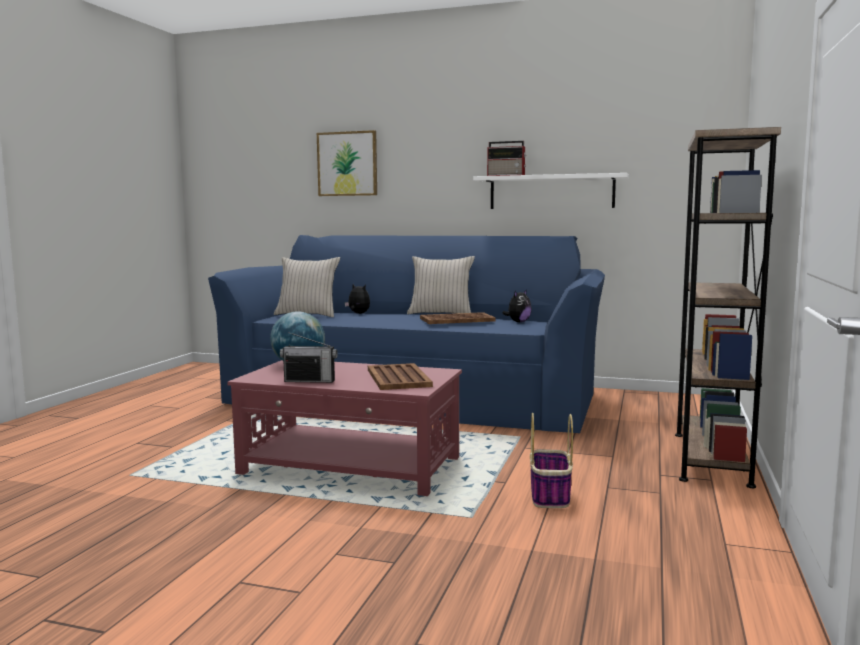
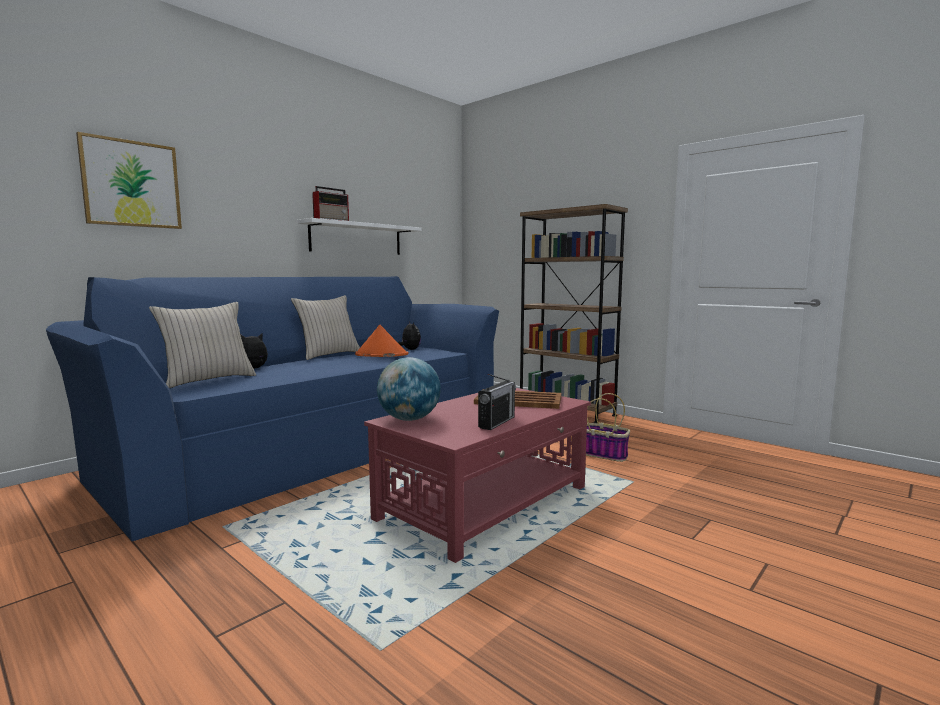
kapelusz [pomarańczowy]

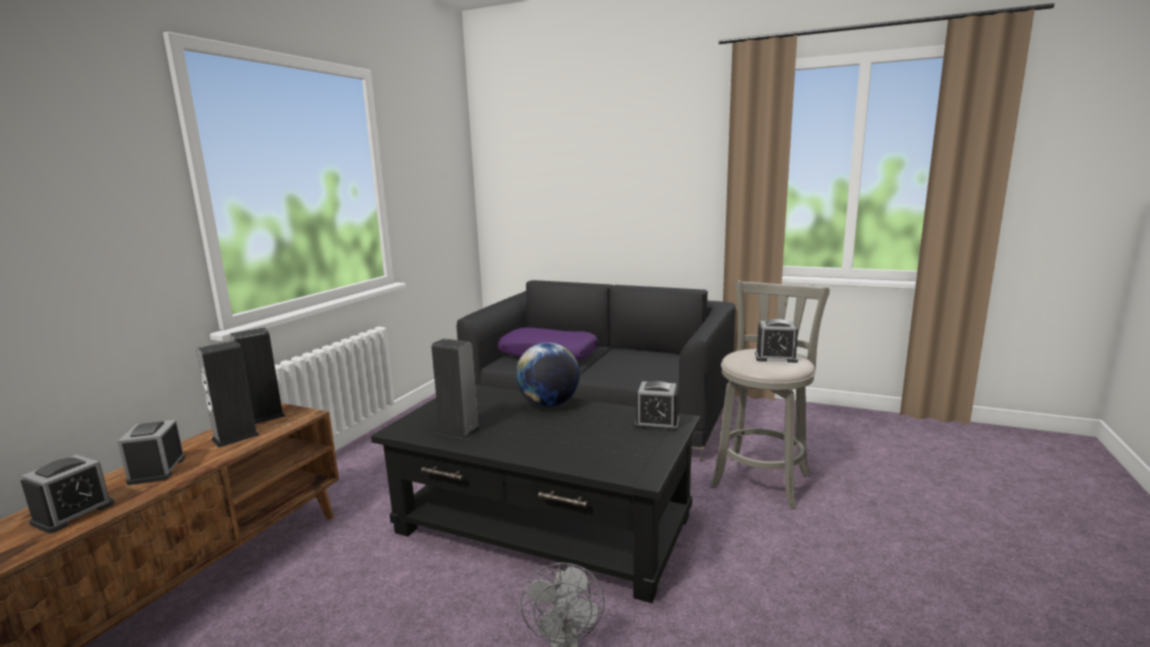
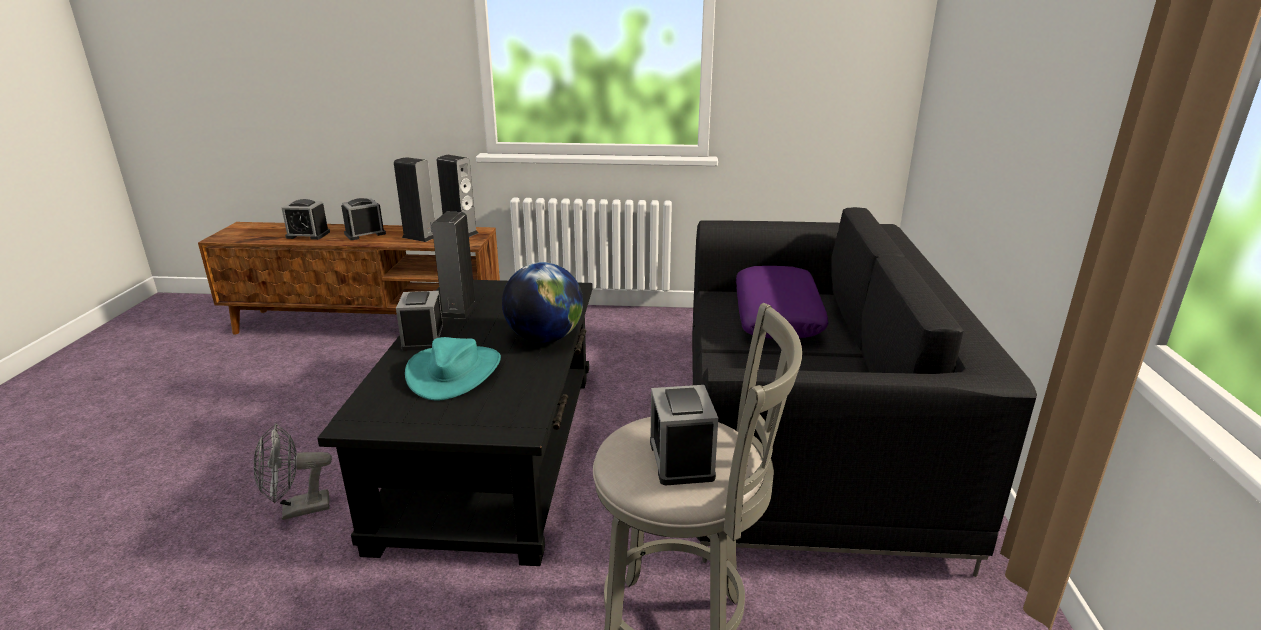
budzik (no. 3 from left)
kapelusz [turkusowy]

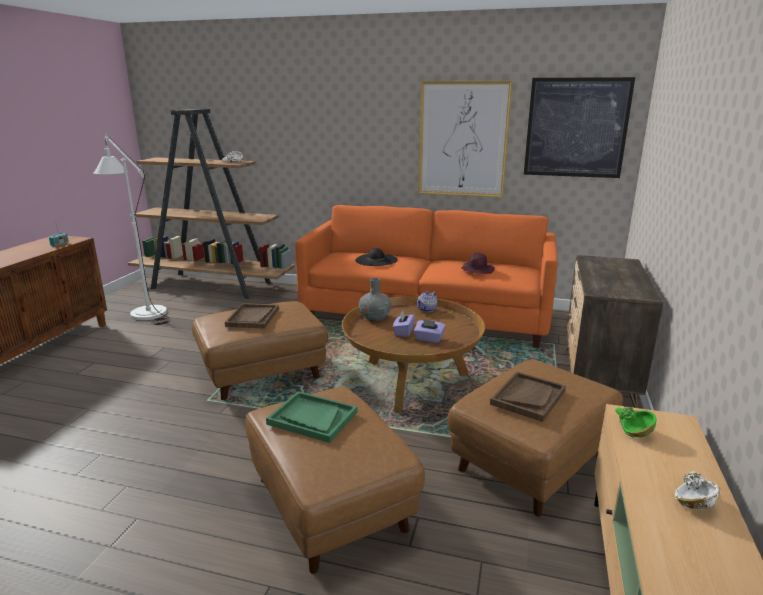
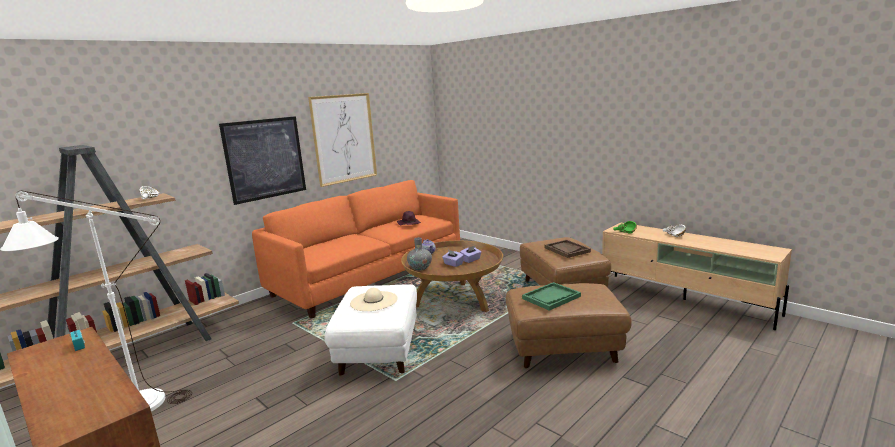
obraz (no. 1 from left)
kapelusz [czarny]
komoda
pufa [biały]
kapelusz [beżowy]

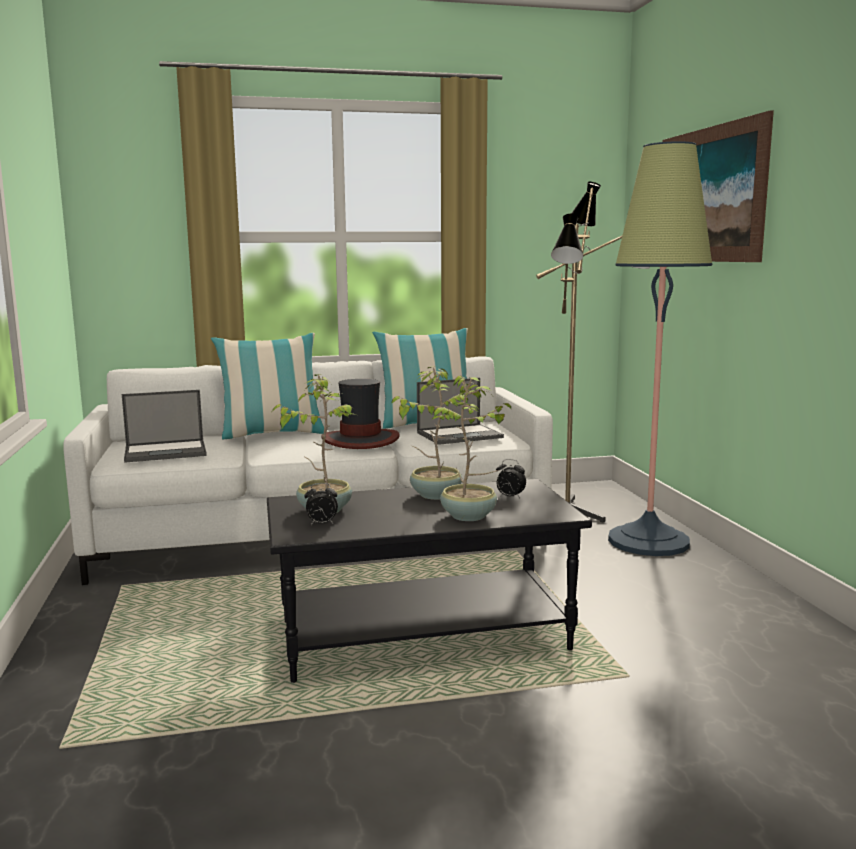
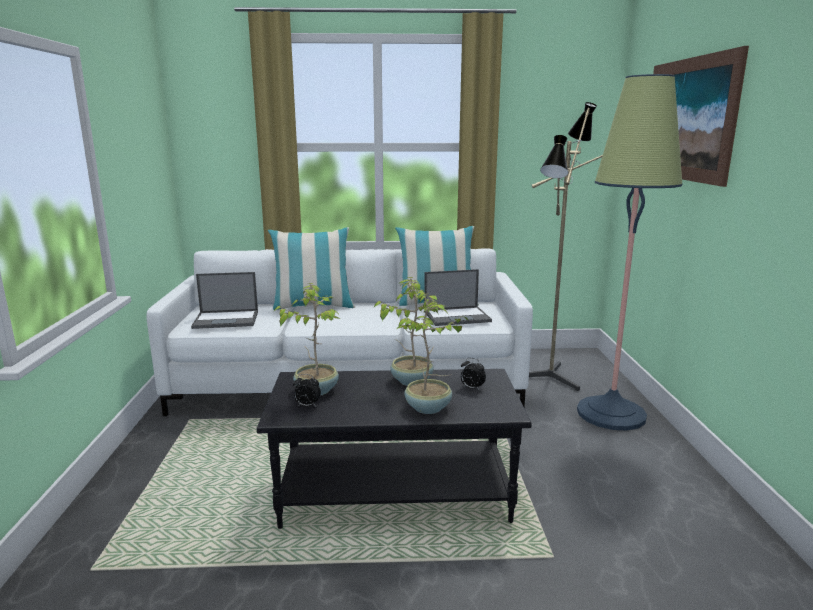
kapelusz

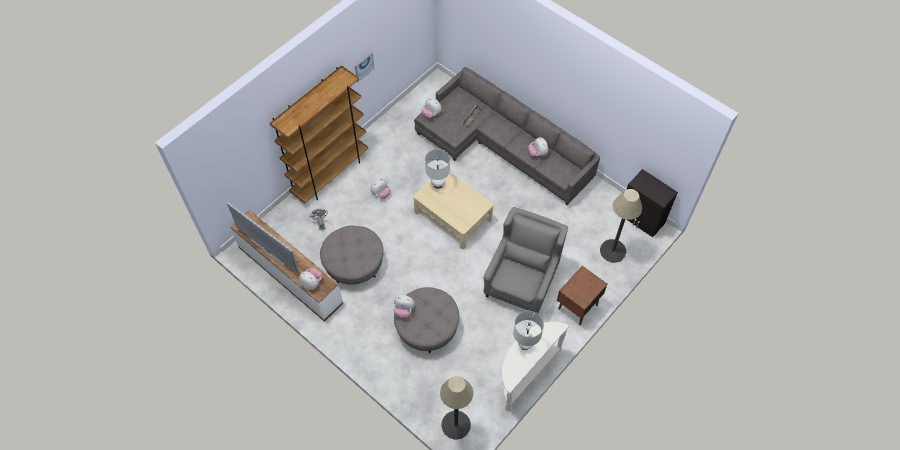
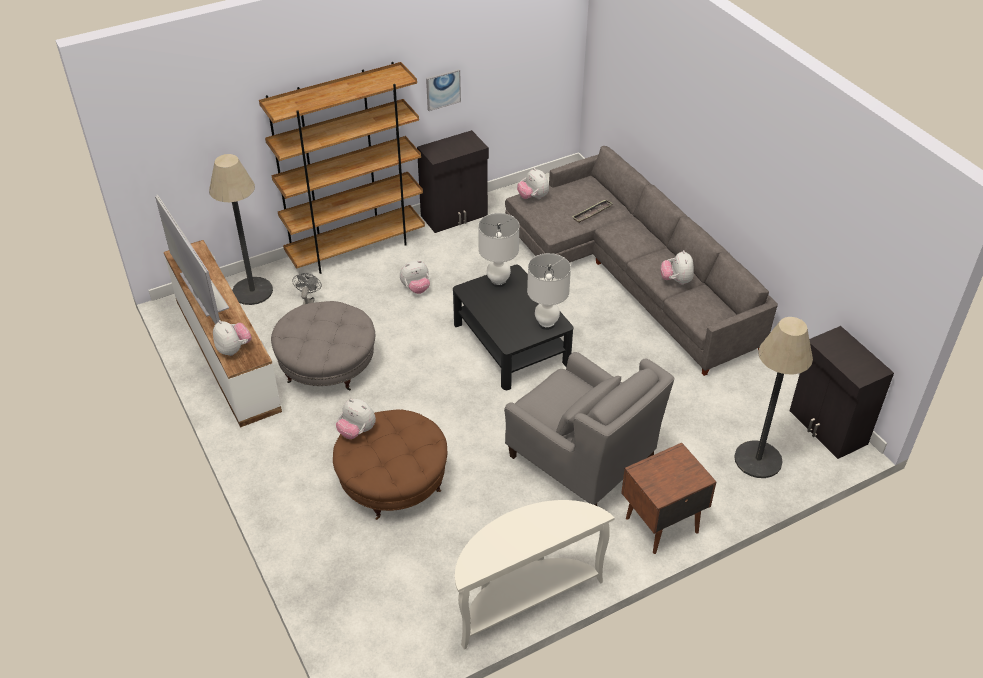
ława [czarny]
fotel [szary]
pufa [brązowy]
lampa stołowa [biały] (no. 2 from left)
lampa stojąca (no. 1 from left)
szafka [czarny] (no. 1 from left)

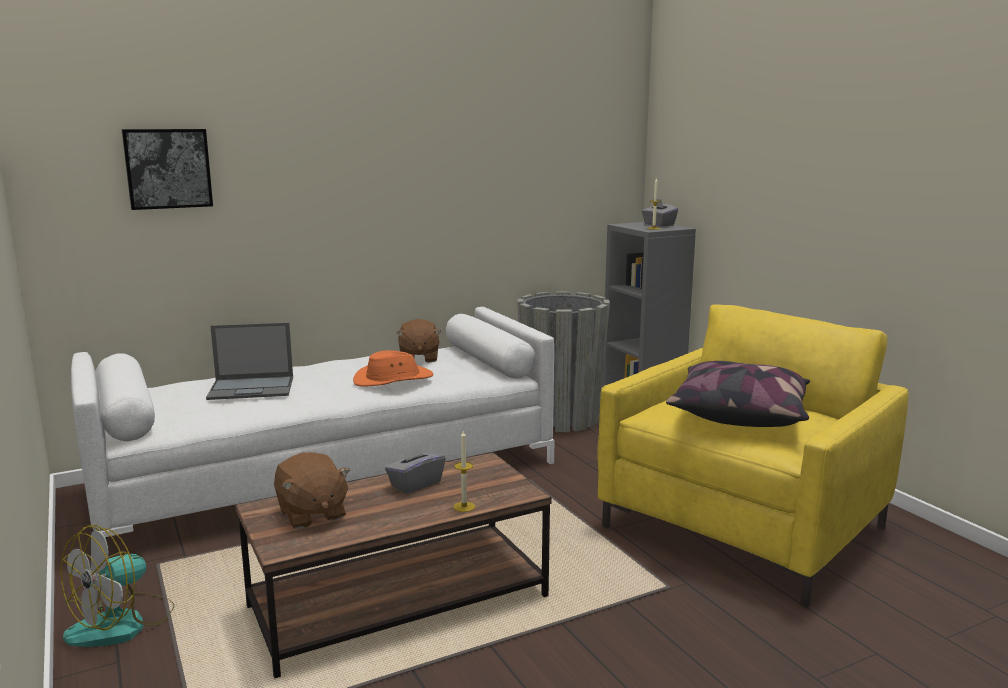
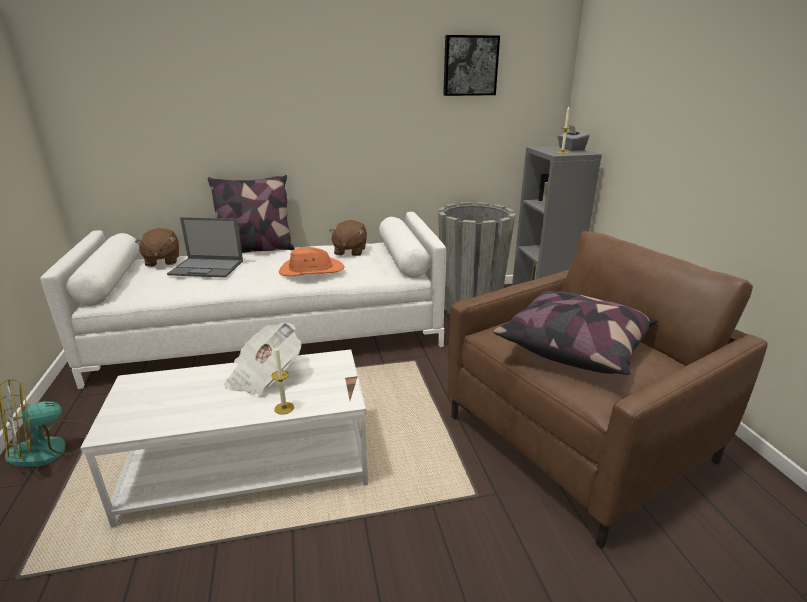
obraz
fotel [brązowy]
gazeta
ława [biały]
pluszak [brązowy] (no. 1 from left)
poduszka (no. 1 from left)

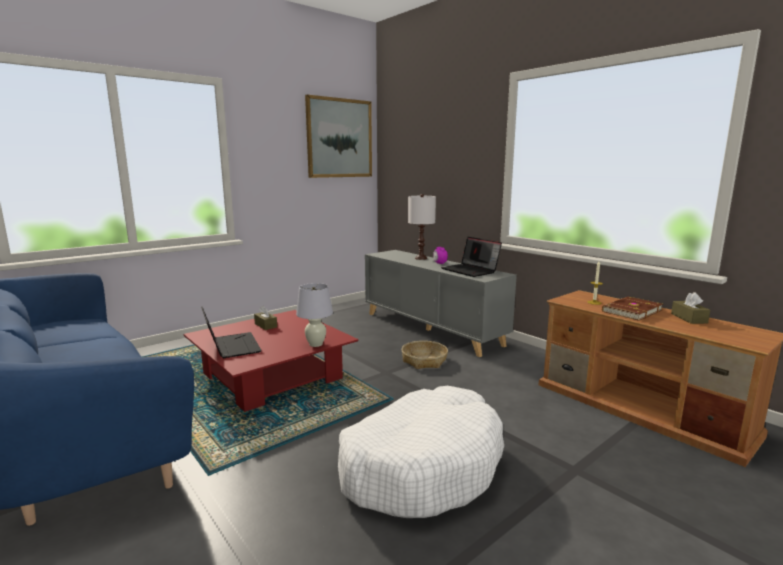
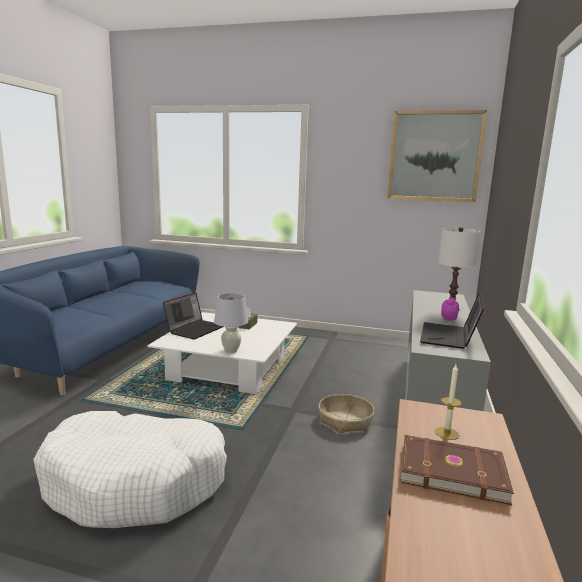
pudełko chusteczek [brązowy] (no. 2 from left in the first image)
ława [biały]

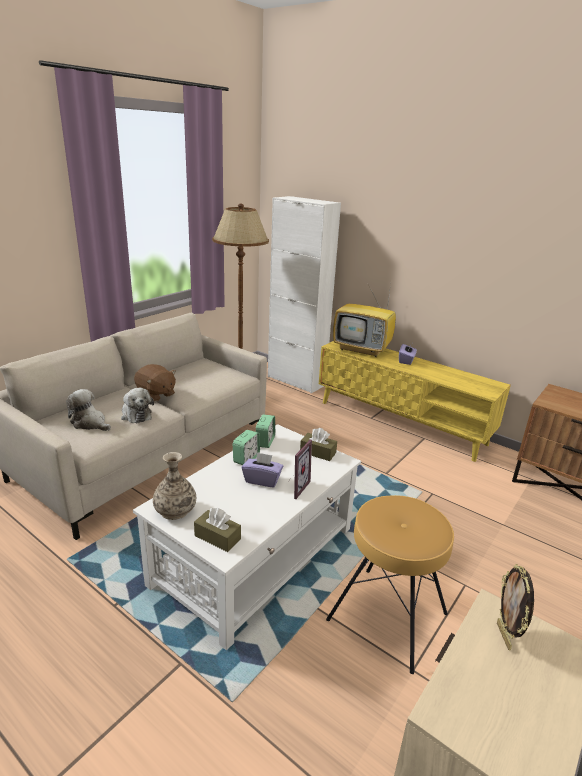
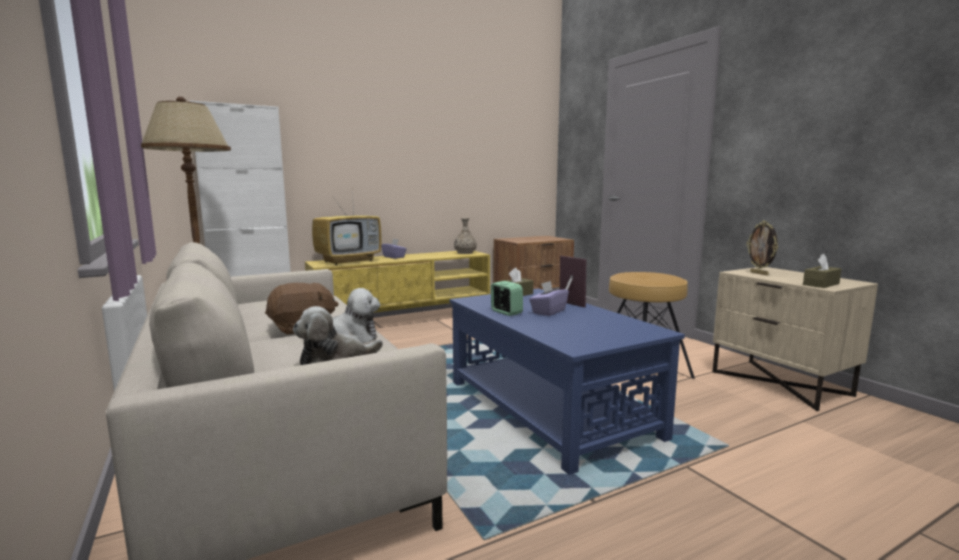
budzik (no. 2 from left in the first image)
ława [niebieski]
wazon
pudełko chusteczek [brązowy] (no. 2 from left)
ramka na zdjęcie (no. 2 from left)

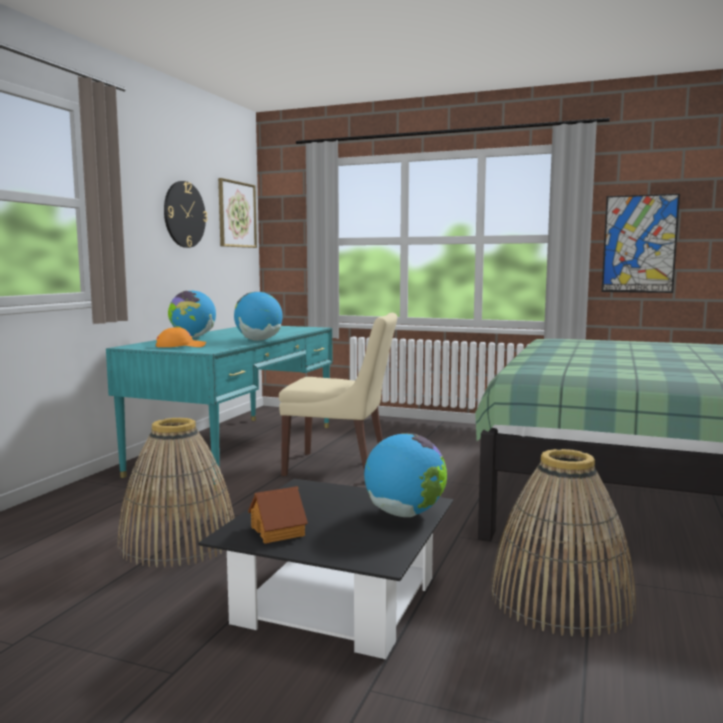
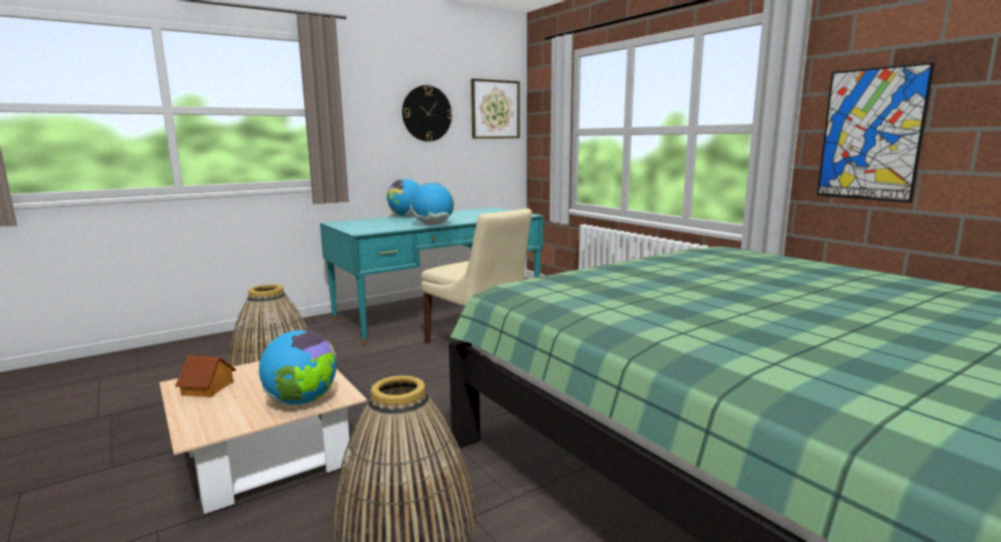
czapka z daszkiem [pomarańczowy]
ława [beżowy]

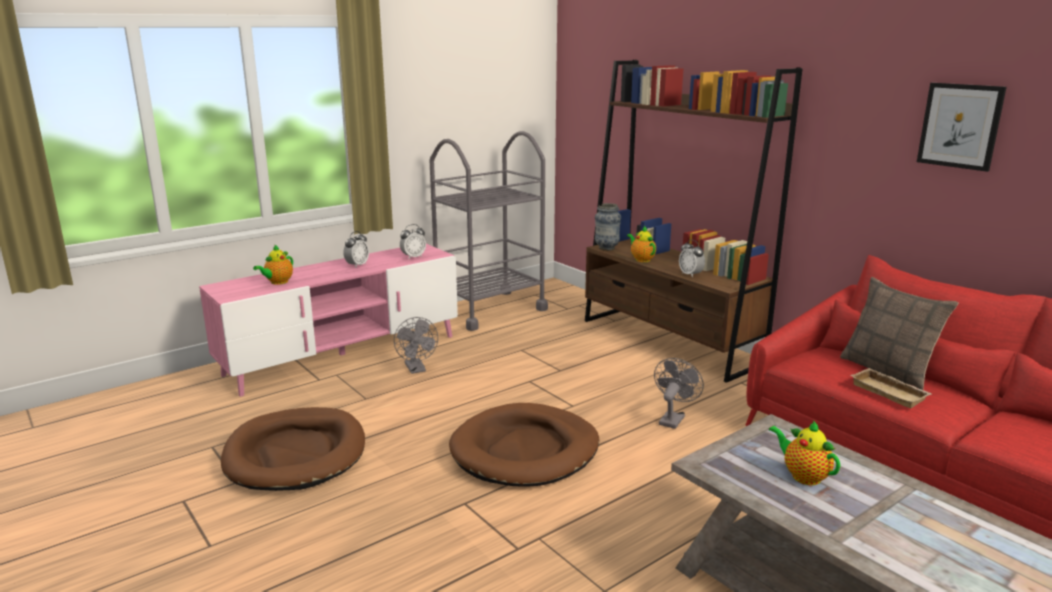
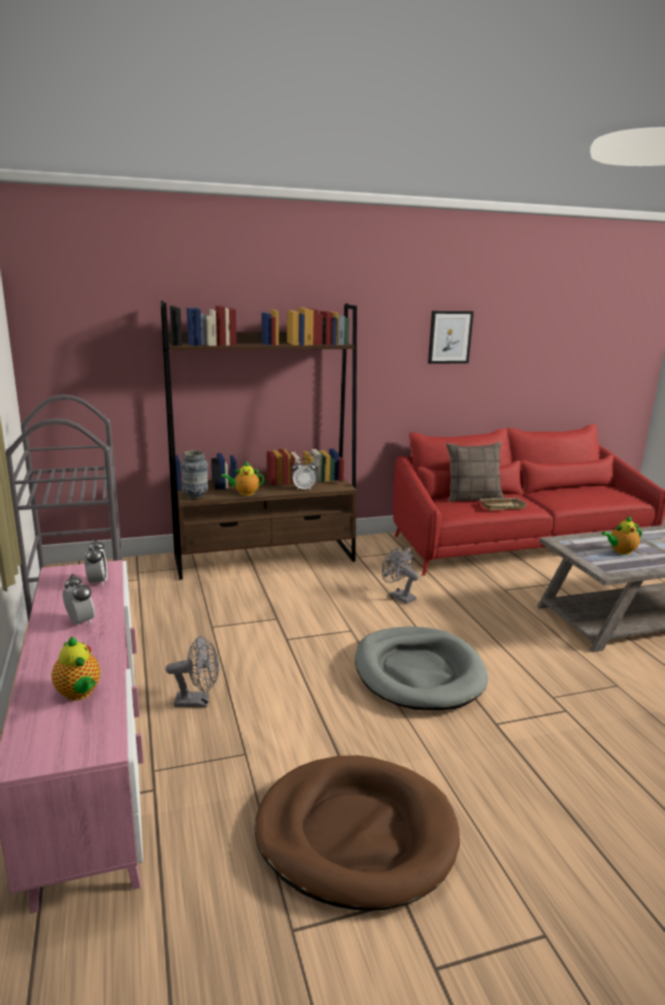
legowisko [szary]

